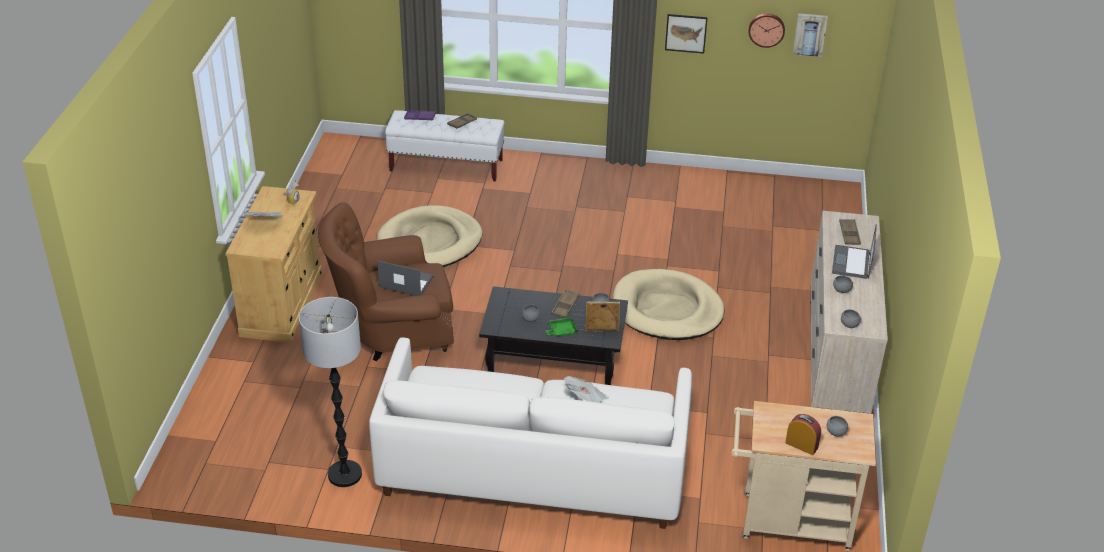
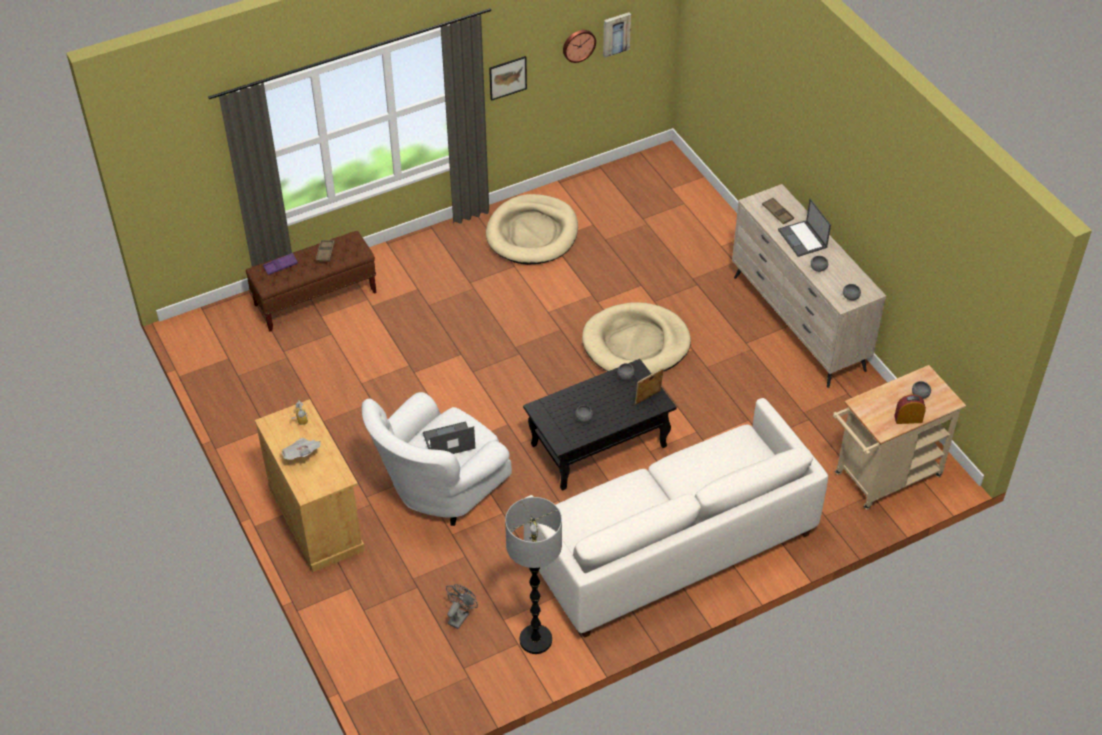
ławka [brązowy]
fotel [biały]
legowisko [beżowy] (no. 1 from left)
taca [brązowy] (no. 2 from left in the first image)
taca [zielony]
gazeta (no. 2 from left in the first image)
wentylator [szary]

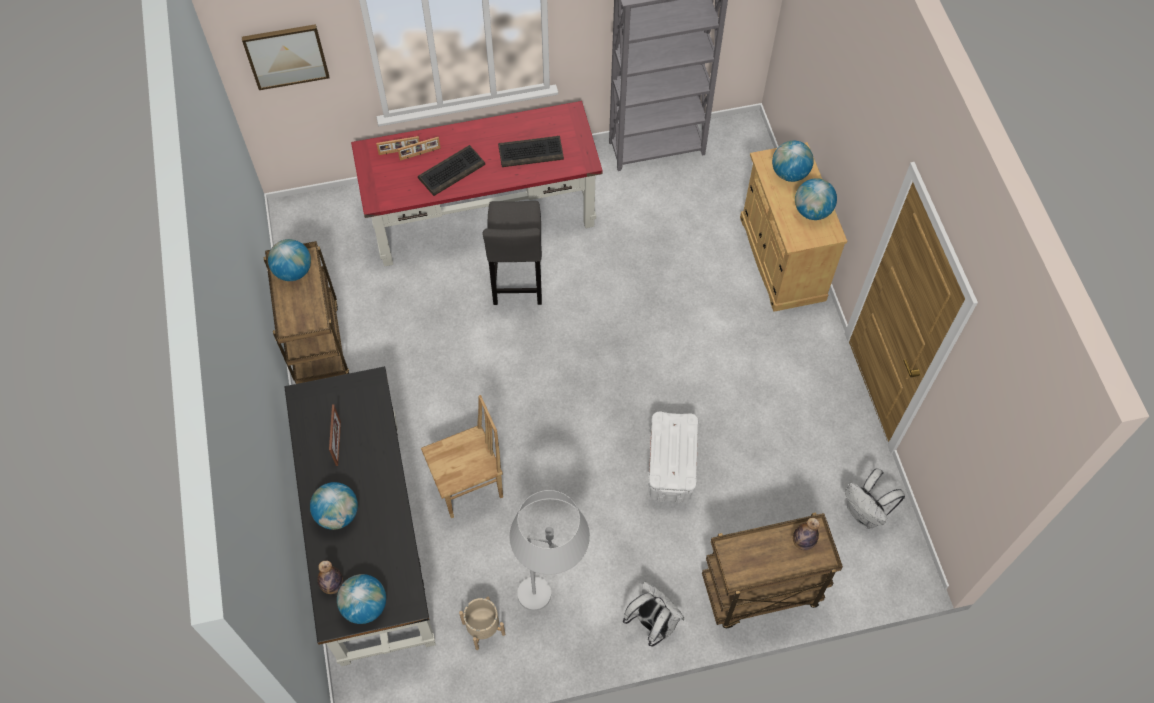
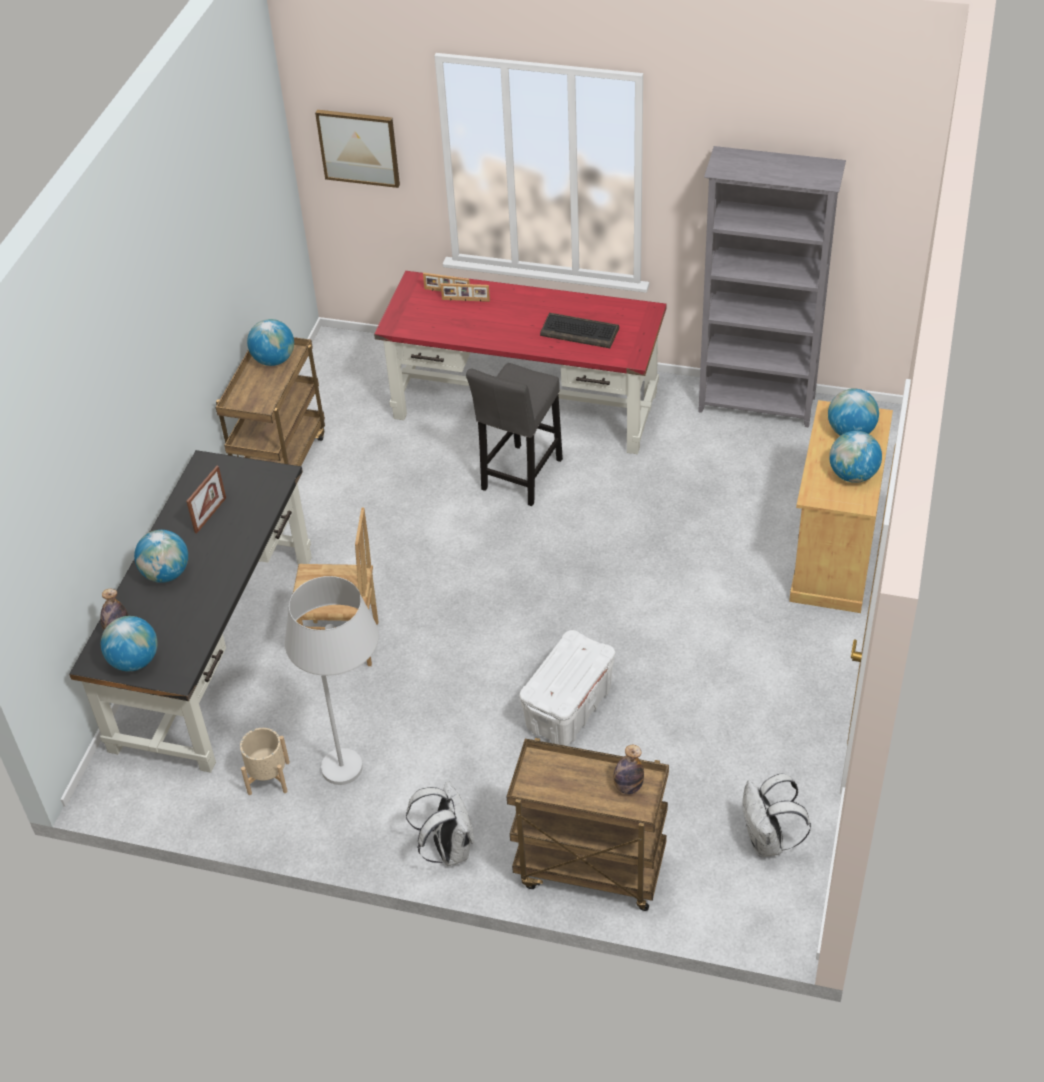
klawiatura (no. 1 from left in the first image)

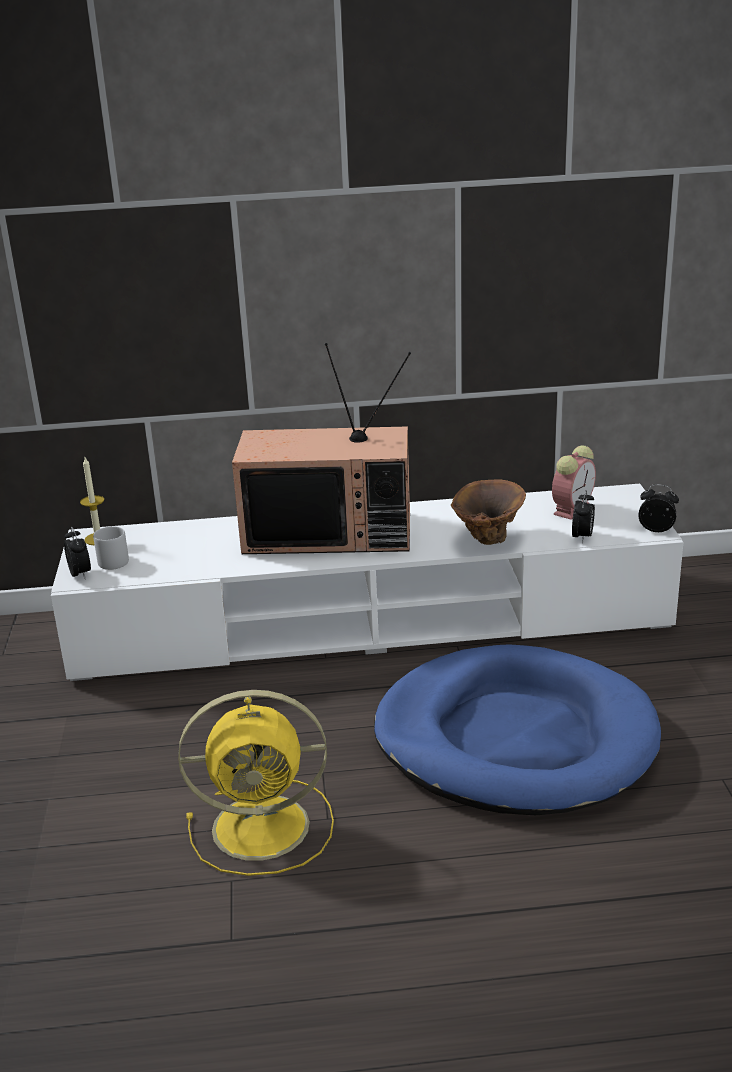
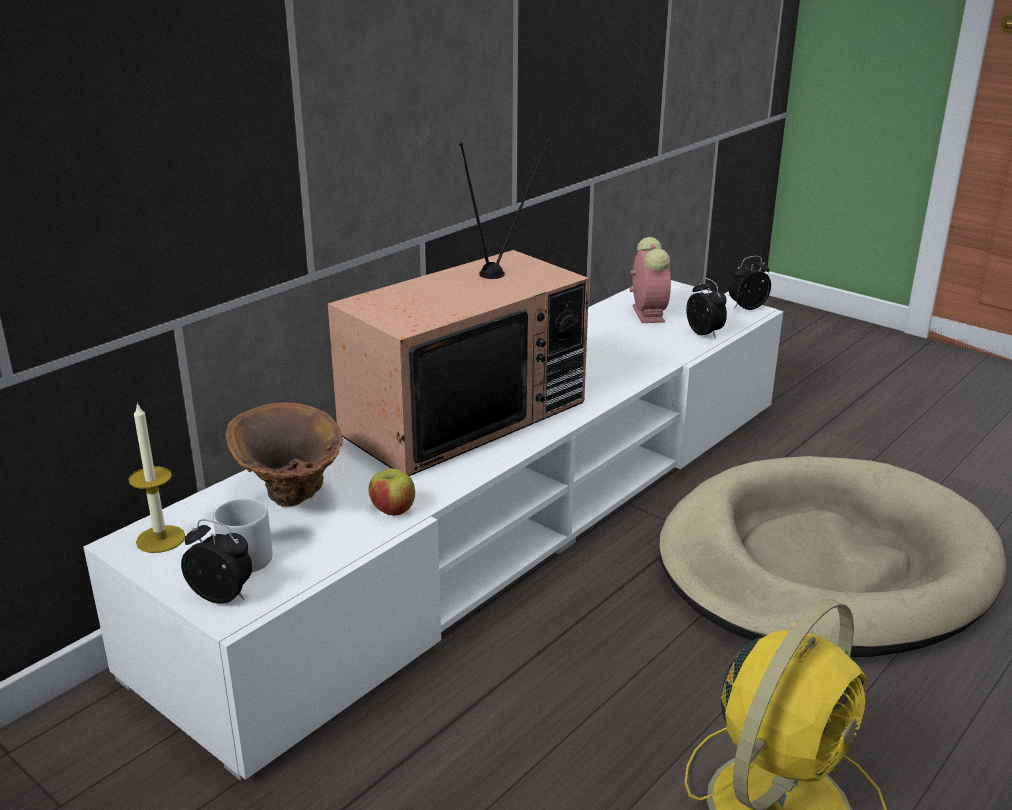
wazon [brązowy]
legowisko [beżowy]
jabłko

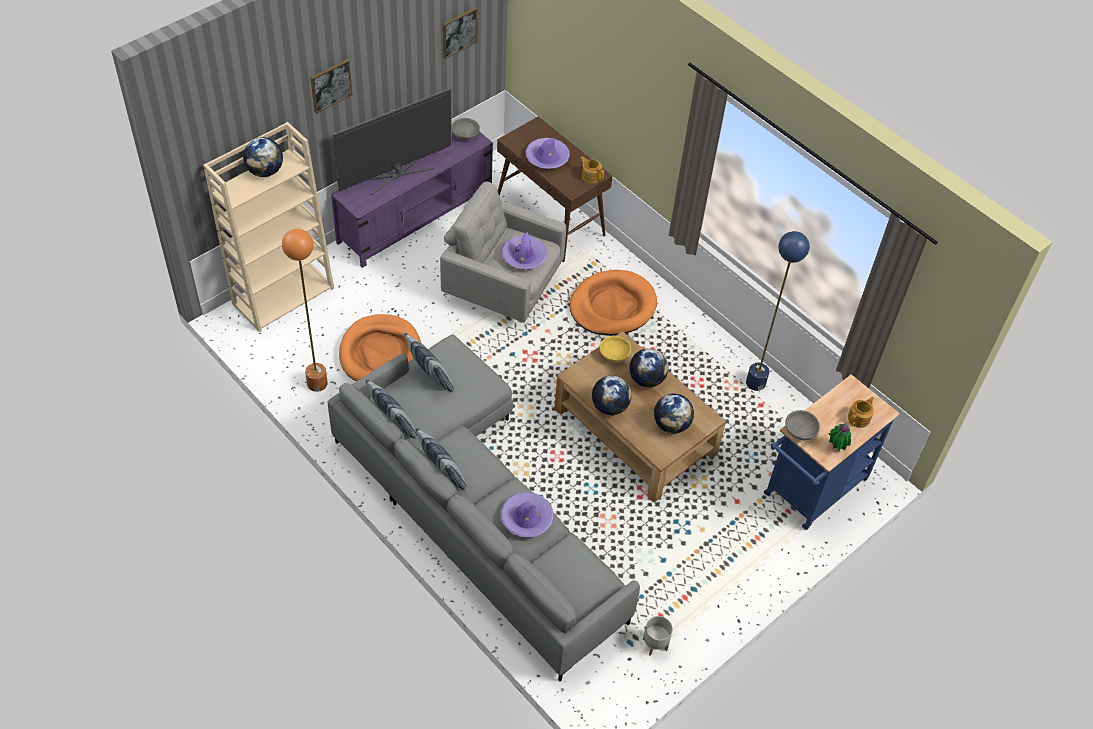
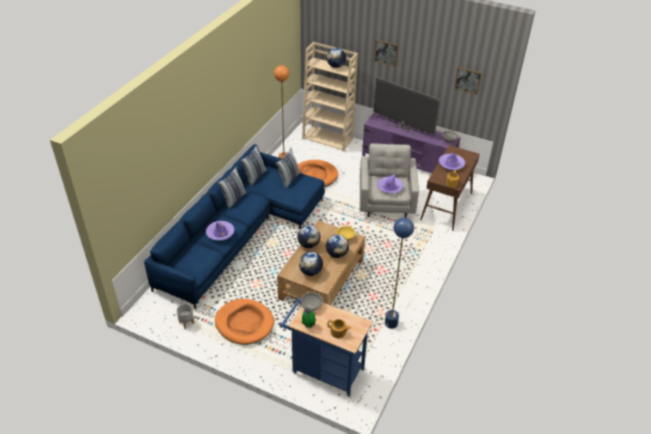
legowisko [pomarańczowy] (no. 1 from left)
kanapa [niebieski]

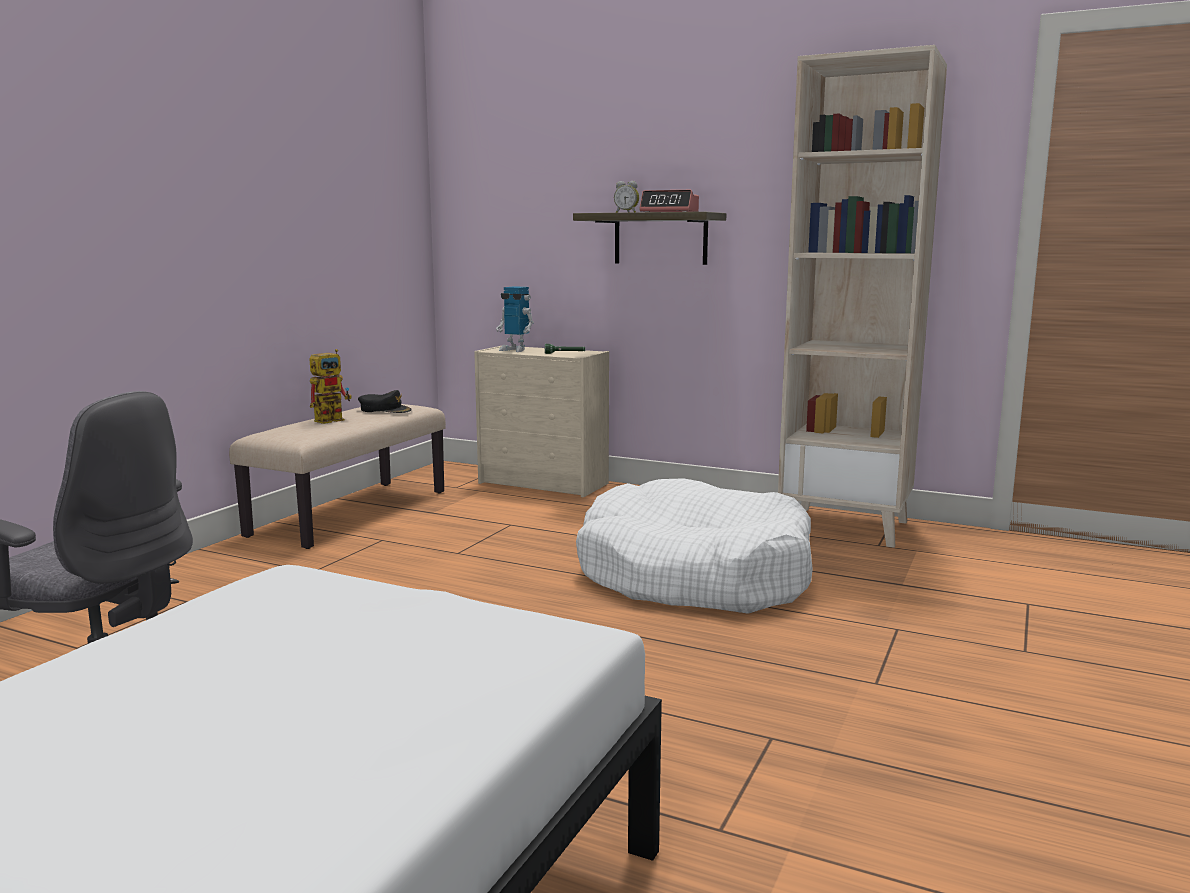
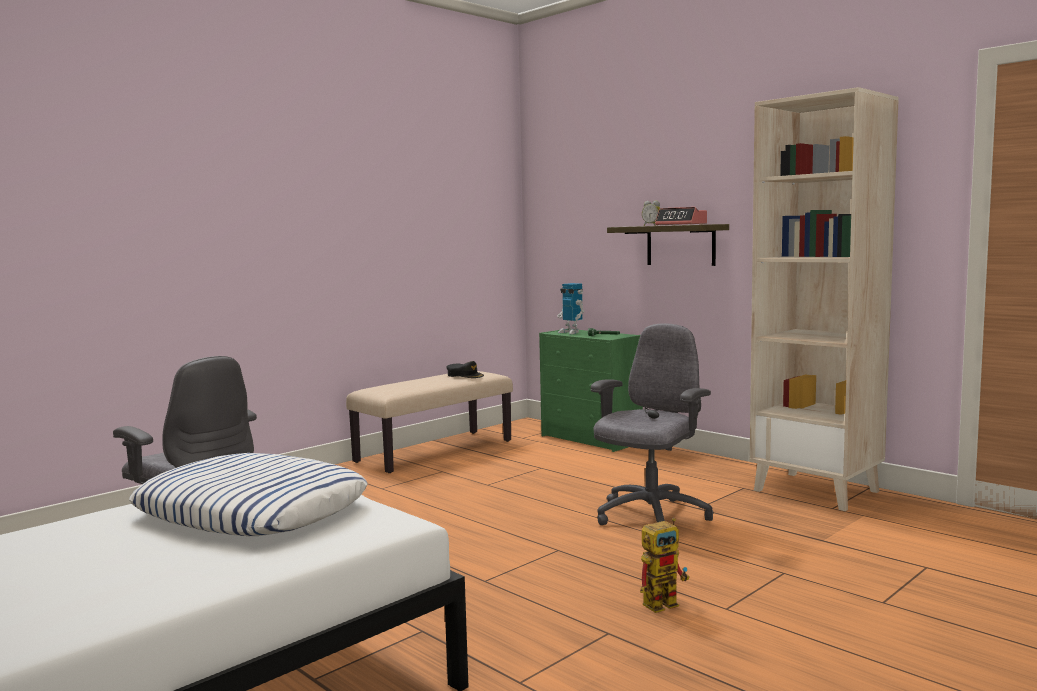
komoda [zielony]
robot zabawkowy (no. 2 from left)
krzesło biurowe [szary] (no. 2 from left)
poduszka

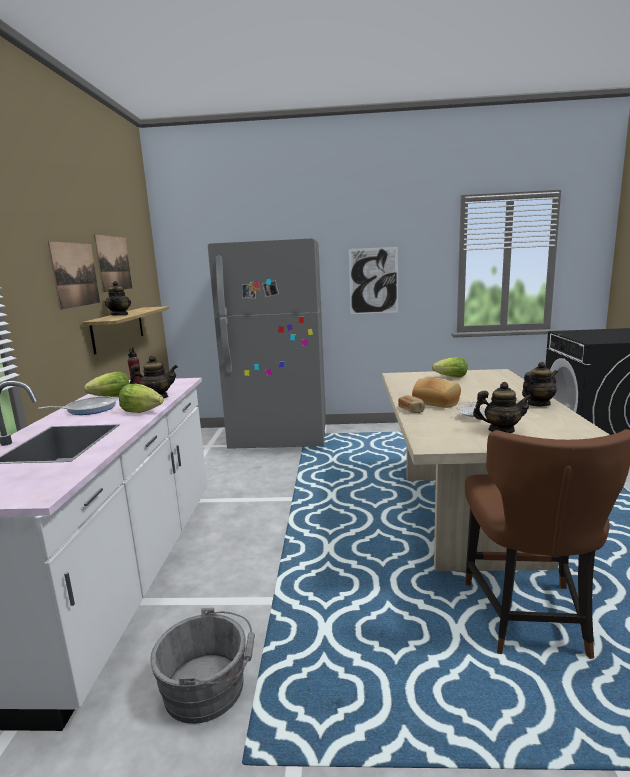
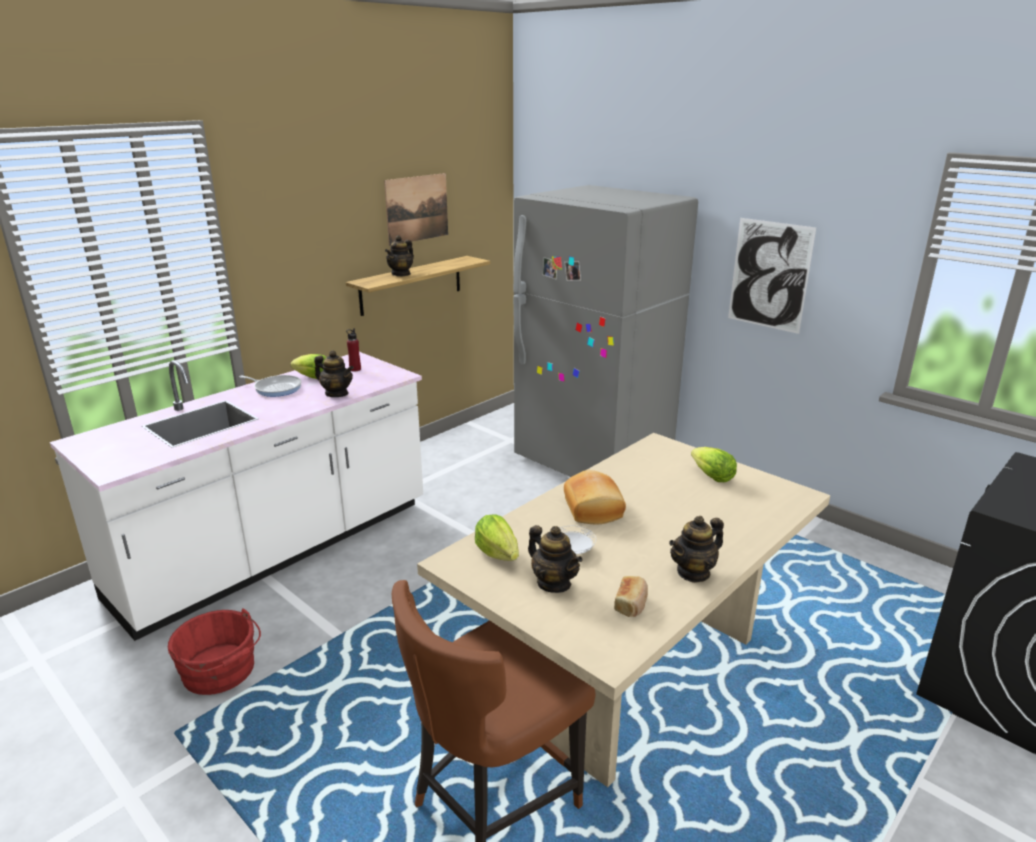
obraz (no. 1 from left in the first image)
imbryk (no. 4 from left)
sałata (no. 2 from left)
chleb (no. 2 from left)
wiadro [czerwony]

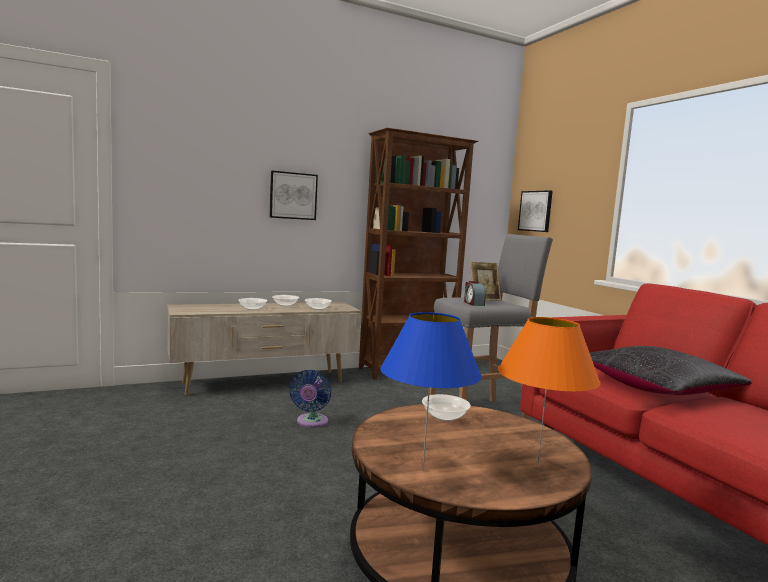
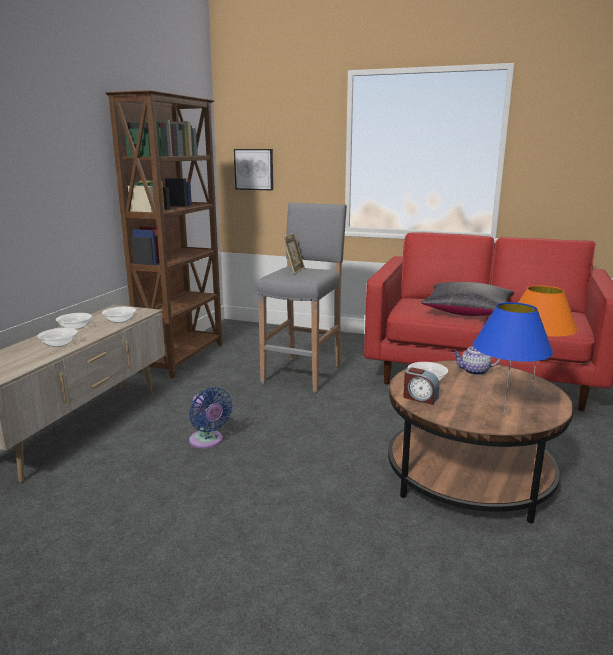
obraz (no. 1 from left in the first image)
budzik
imbryk

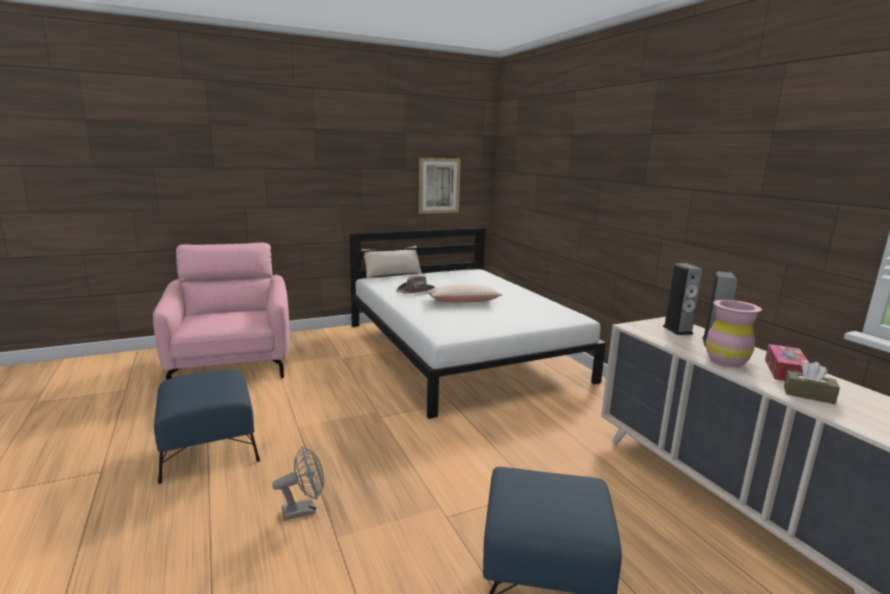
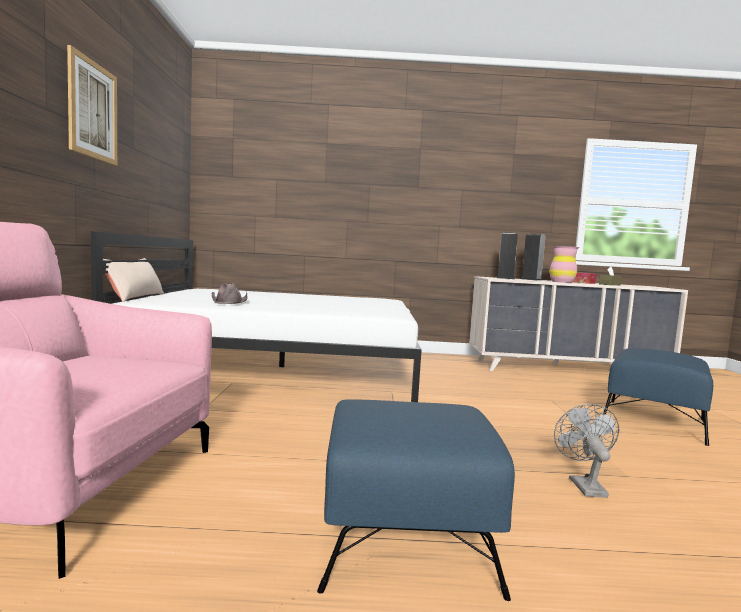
obraz
poduszka [beżowy] (no. 2 from left in the first image)

